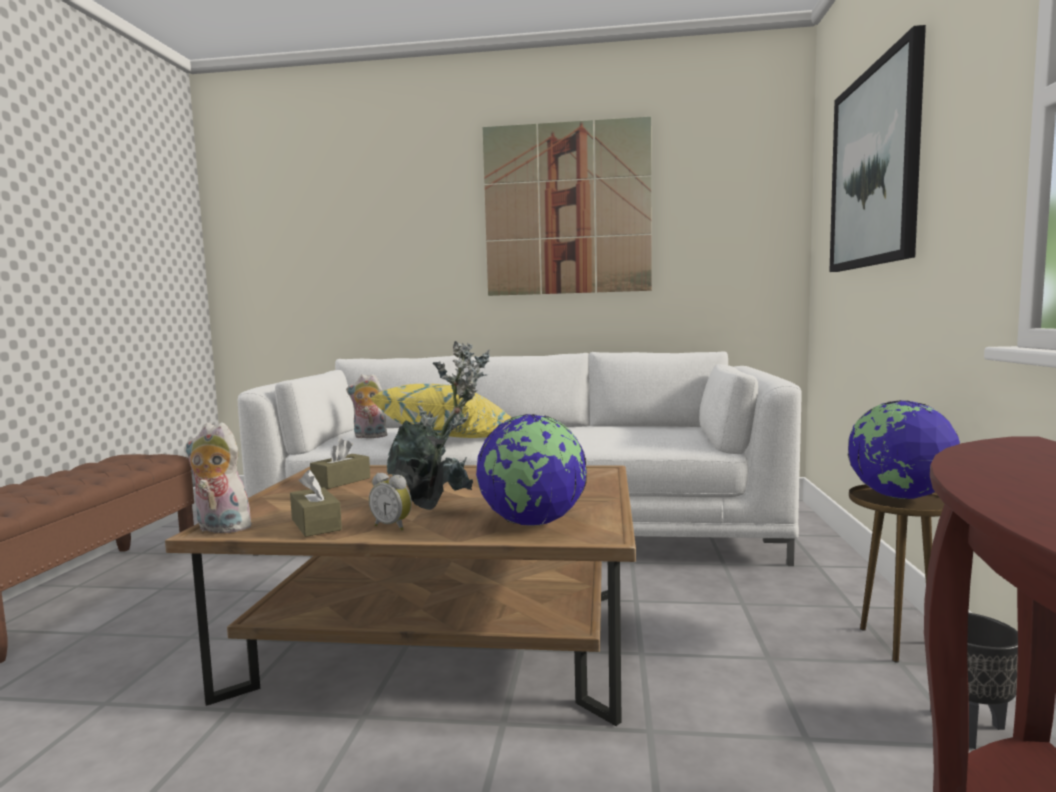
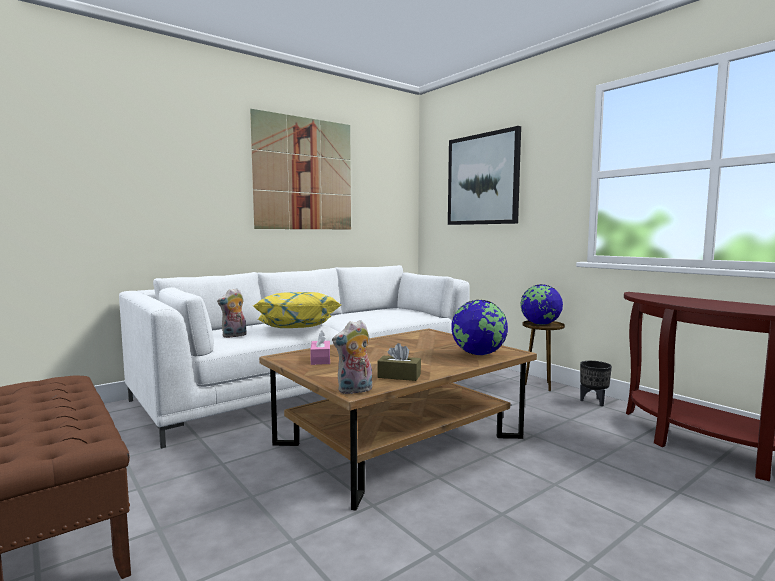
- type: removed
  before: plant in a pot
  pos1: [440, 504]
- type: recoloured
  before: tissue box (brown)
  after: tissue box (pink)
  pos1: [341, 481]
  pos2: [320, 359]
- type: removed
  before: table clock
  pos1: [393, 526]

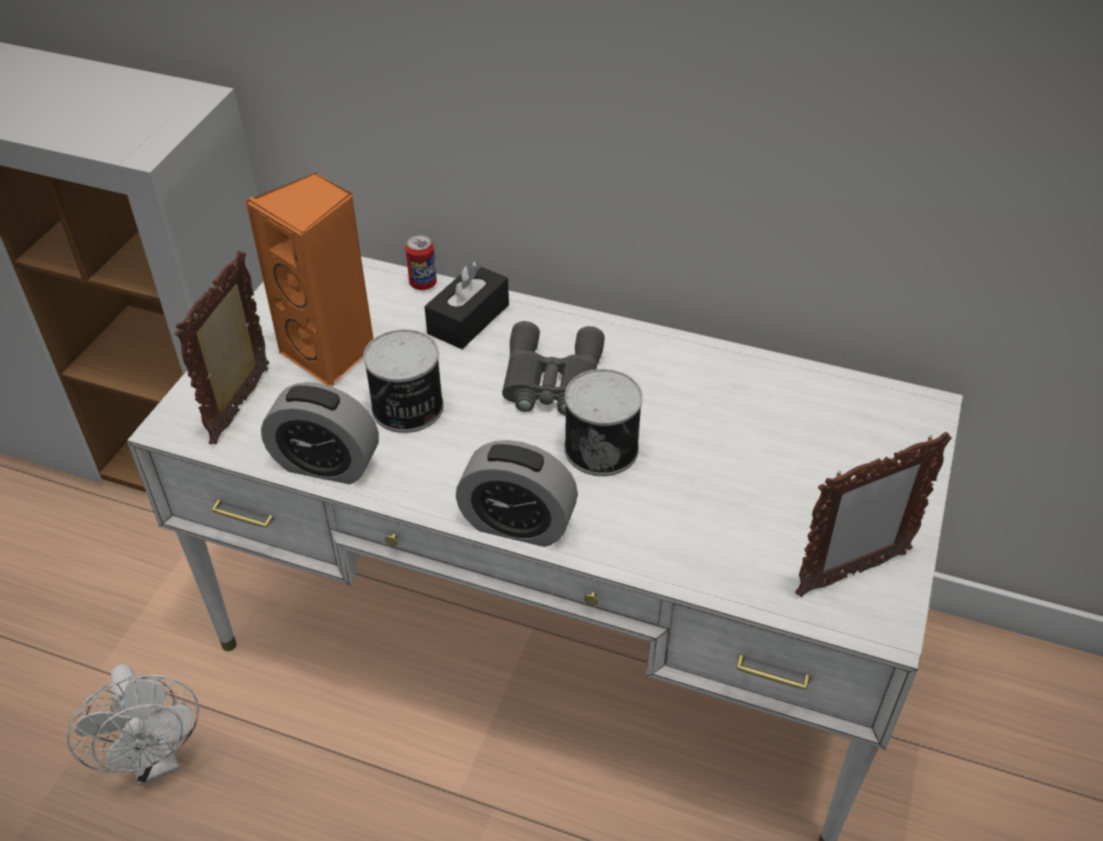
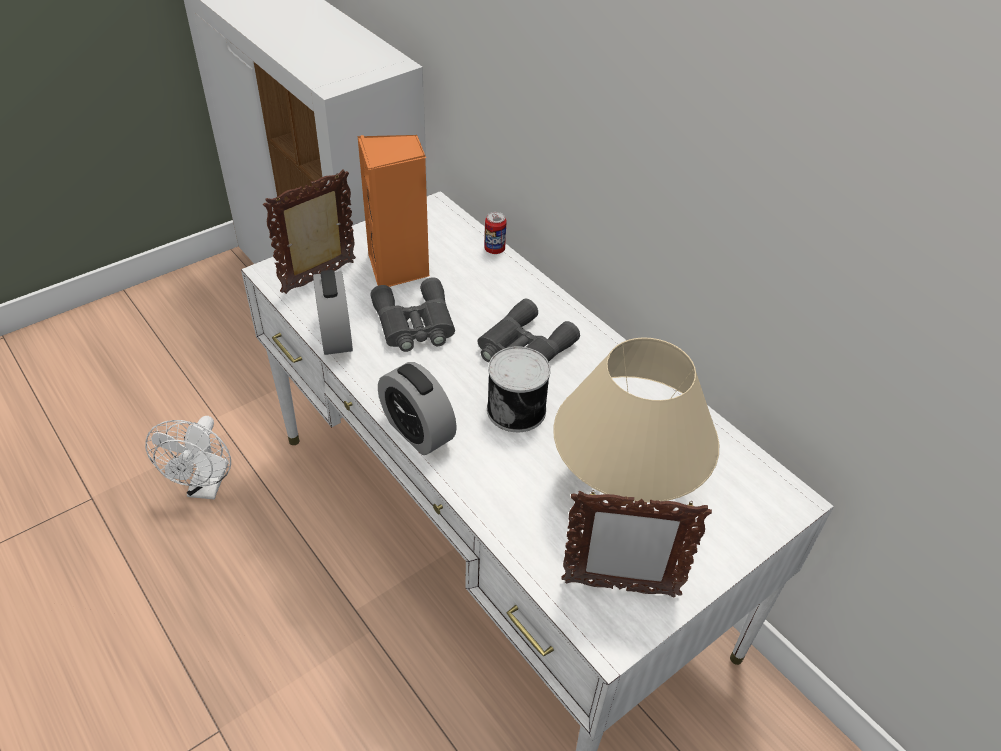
- type: removed
  before: tissue box (blackish)
  pos1: [468, 319]
- type: replaced
  before: metal can
  after: pair of binoculars (greyish)
  pos1: [407, 408]
  pos2: [414, 324]
- type: turned
  before: table clock
  pos1: [326, 464]
  pos2: [336, 336]
  turn: -150
- type: added
  after: table lamp (beige)
  pos2: [623, 490]

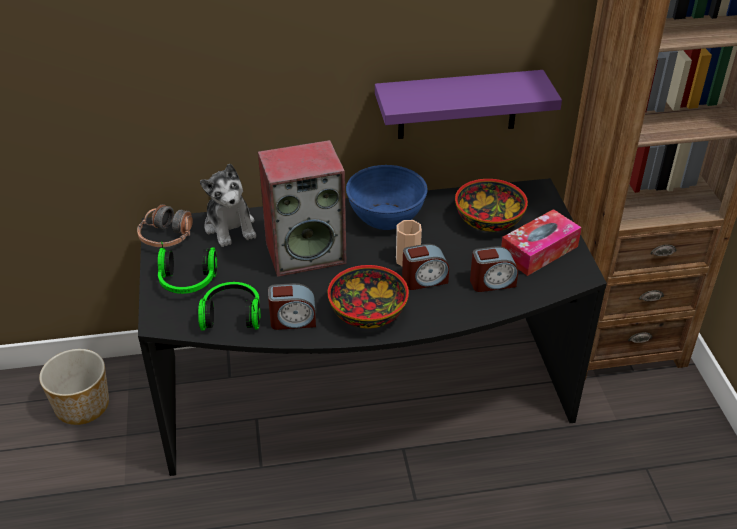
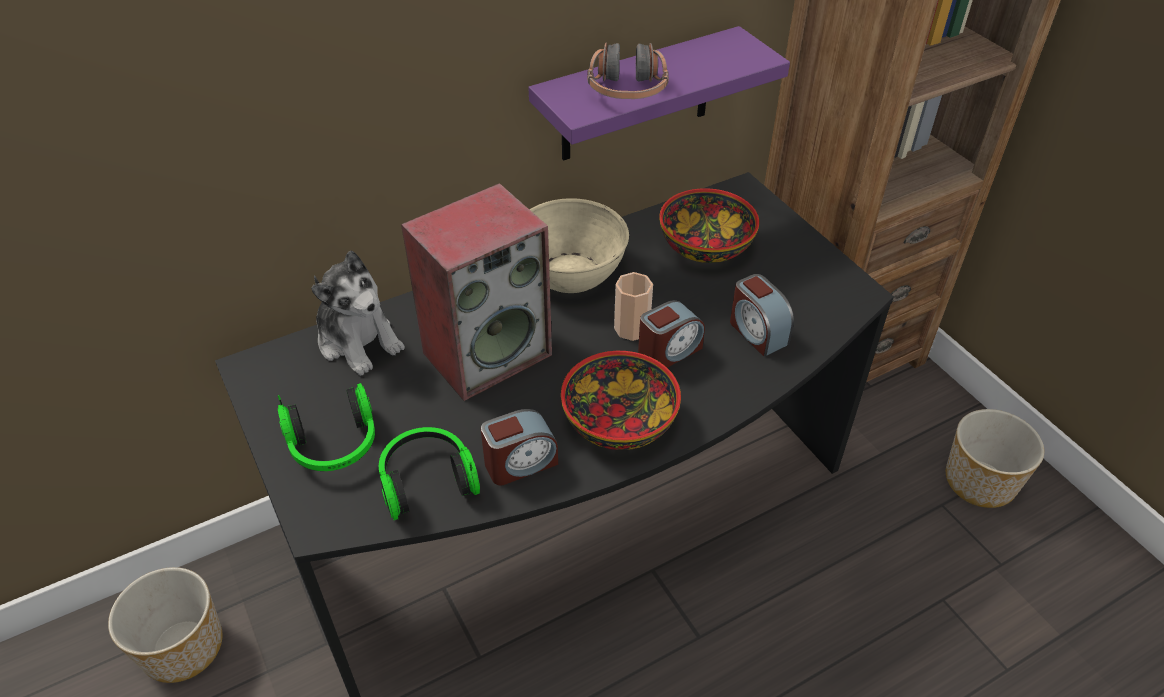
- type: recoloured
  before: serving bowl (blue)
  after: serving bowl (beige)
  pos1: [386, 217]
  pos2: [571, 273]
- type: moved
  before: headset
  pos1: [167, 237]
  pos2: [627, 90]
- type: removed
  before: tissue box
  pos1: [539, 251]
- type: turned
  before: table clock
  pos1: [492, 282]
  pos2: [757, 332]
  turn: 90
- type: added
  after: flower pot
  pos2: [980, 481]

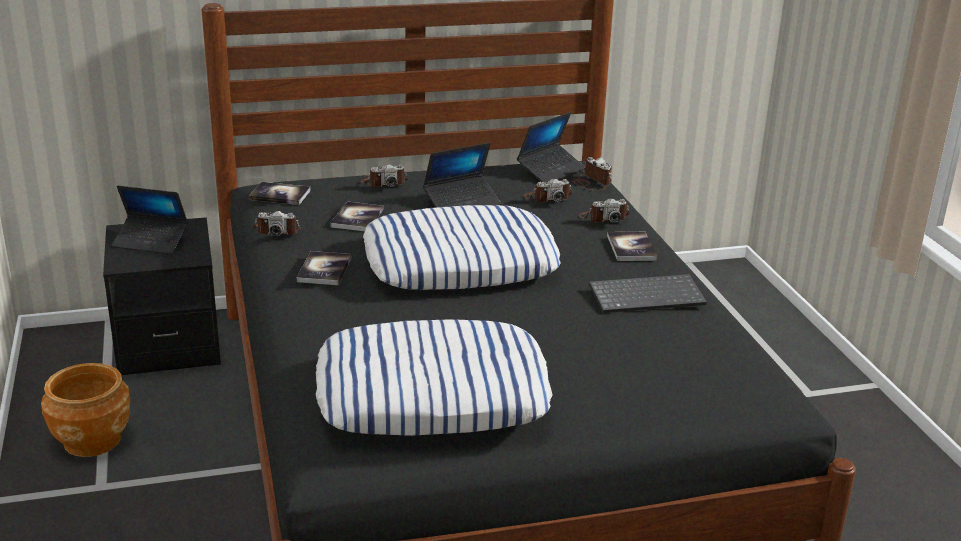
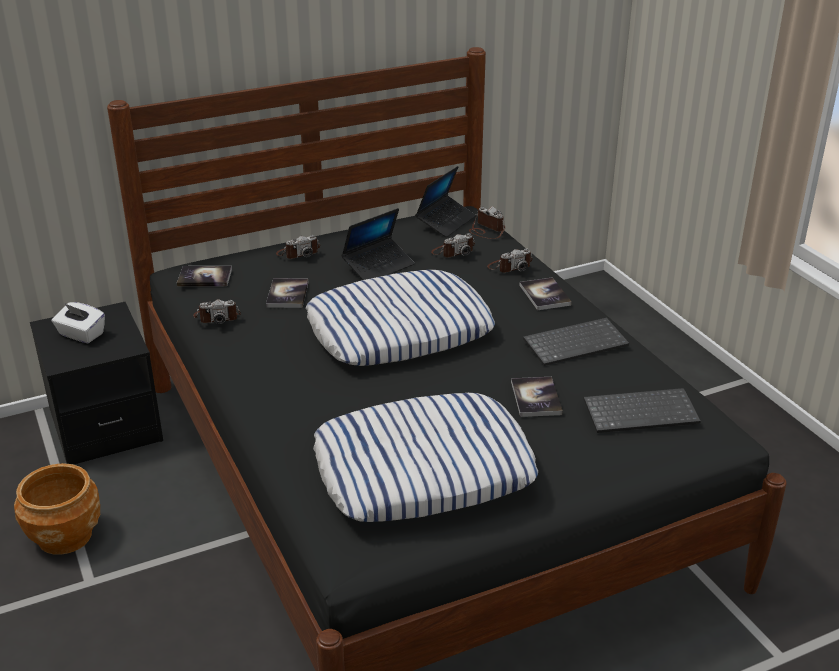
- type: replaced
  before: portable computer
  after: tissue box (white)
  pos1: [151, 242]
  pos2: [81, 335]
- type: moved
  before: volume
  pos1: [324, 270]
  pos2: [536, 398]
- type: added
  after: computer keyboard
  pos2: [641, 412]

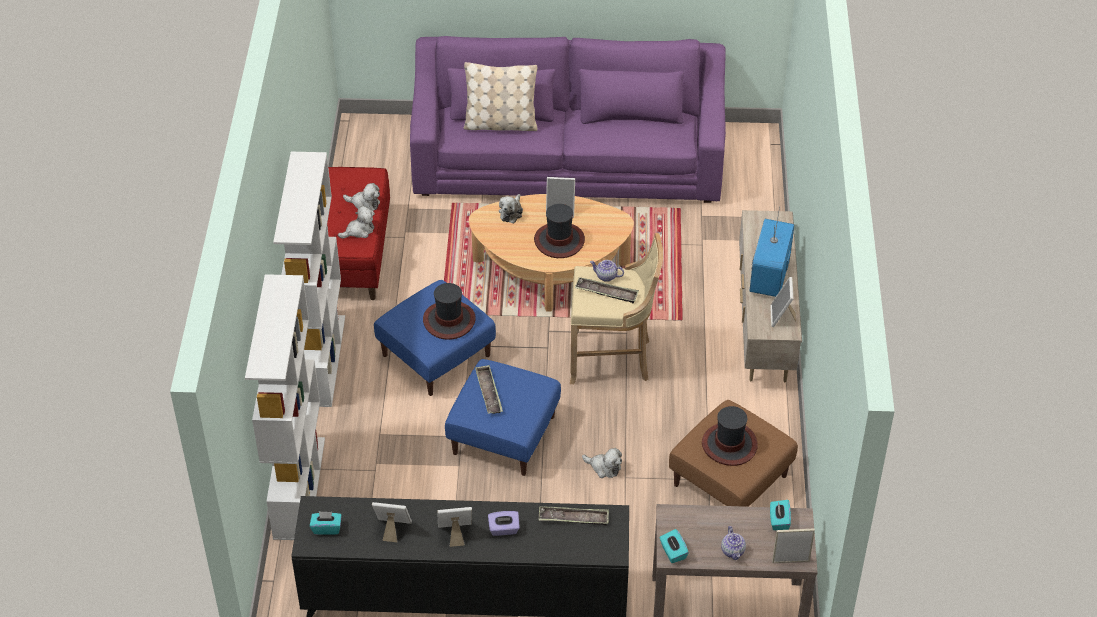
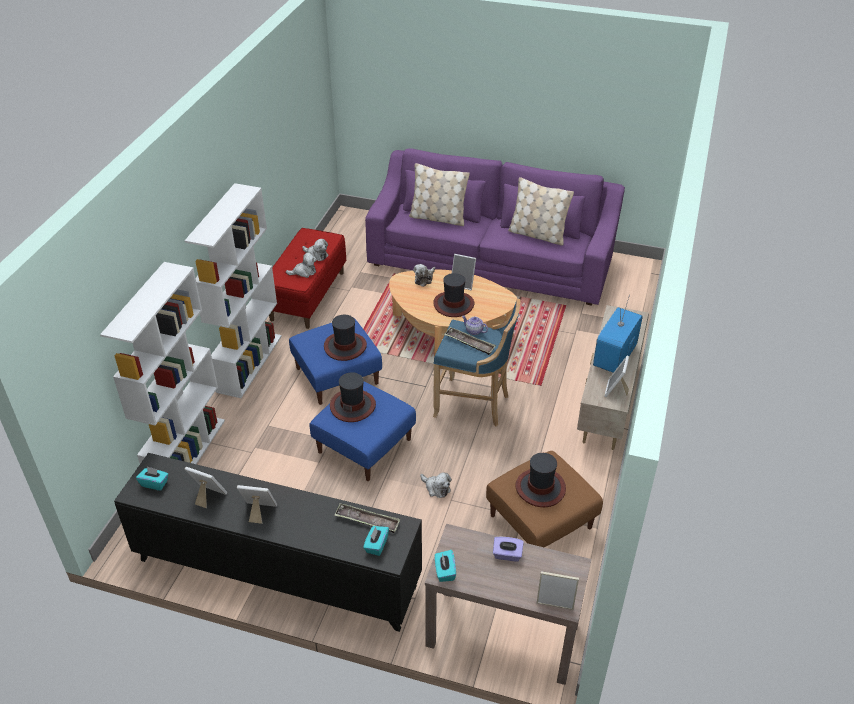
- type: recoloured
  before: sitting stool (beige)
  after: sitting stool (blue)
  pos1: [612, 359]
  pos2: [474, 404]
- type: replaced
  before: carrying tray
  after: hat
  pos1: [488, 392]
  pos2: [353, 406]
- type: moved
  before: tissue box (blue-green)
  pos1: [779, 521]
  pos2: [376, 545]
- type: moved
  before: tissue box (purplish)
  pos1: [504, 529]
  pos2: [507, 555]
- type: removed
  before: tea pot
  pos1: [733, 551]
- type: added
  after: cushion (beige)
  pos2: [537, 234]

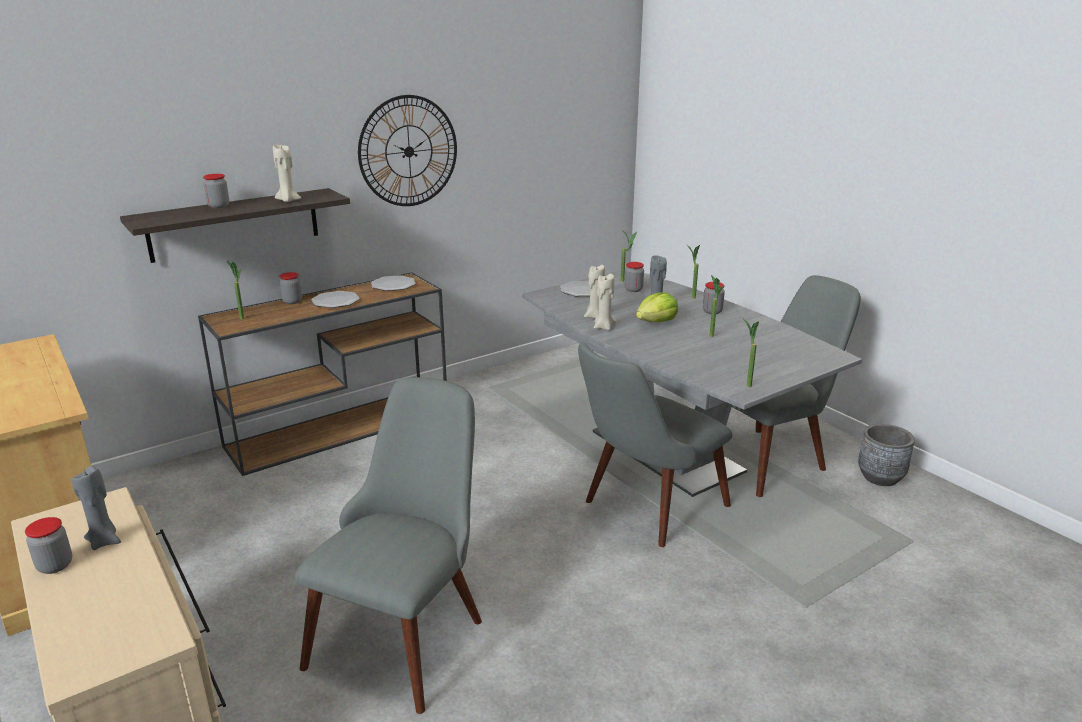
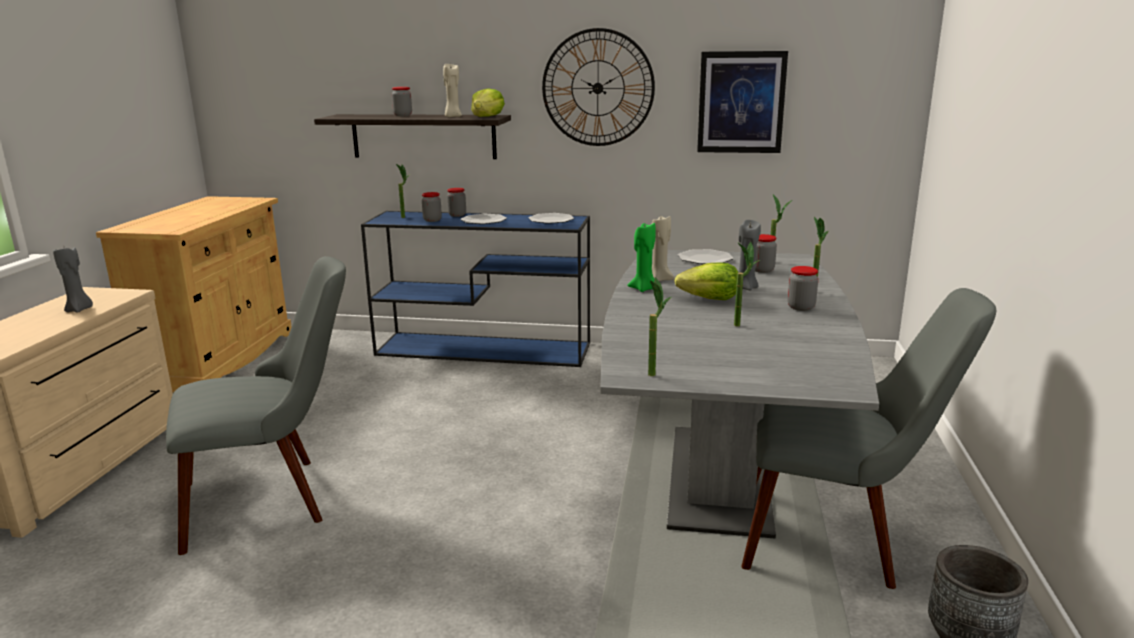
- type: recoloured
  before: narrow table (brown)
  after: narrow table (blue)
  pos1: [341, 428]
  pos2: [485, 349]
- type: recoloured
  before: wax candle (beige)
  after: wax candle (greenish)
  pos1: [603, 327]
  pos2: [643, 288]
- type: removed
  before: chair (greyish)
  pos1: [644, 510]
- type: moved
  before: jar
  pos1: [55, 565]
  pos2: [432, 220]
- type: added
  after: wall art
  pos2: [741, 102]
- type: added
  after: lettuce
  pos2: [487, 117]

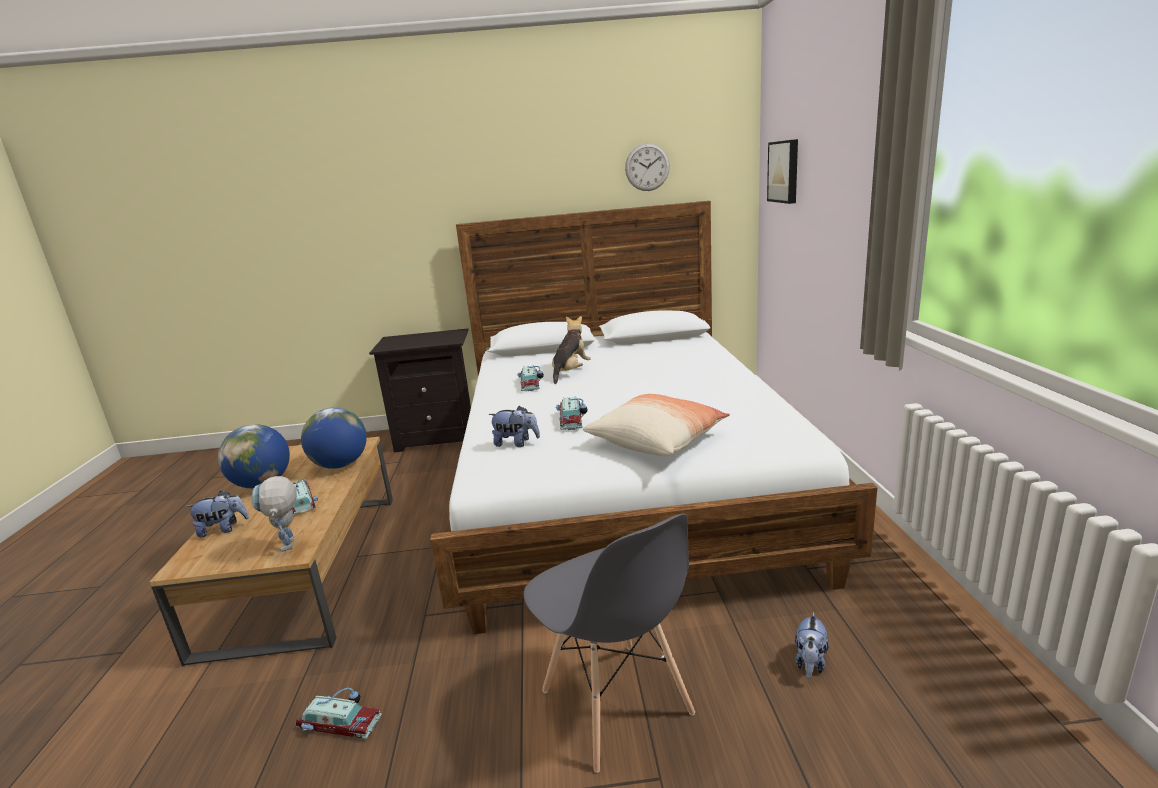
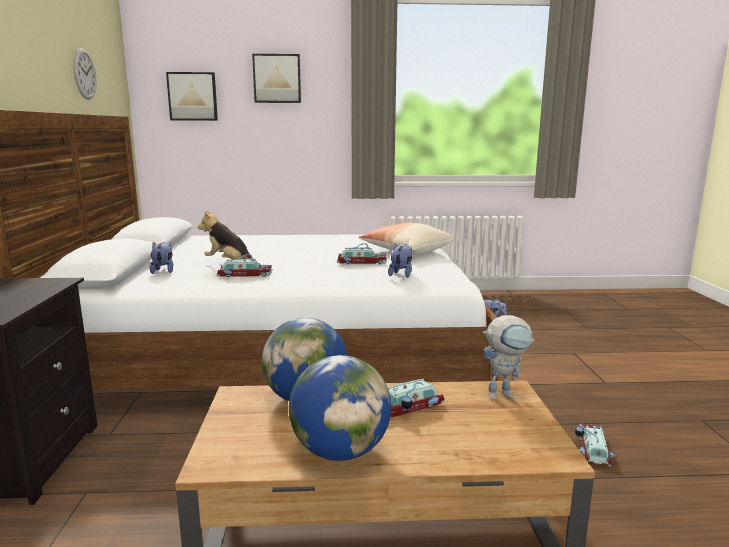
- type: moved
  before: plush toy
  pos1: [223, 529]
  pos2: [163, 271]
- type: removed
  before: chair (greyish)
  pos1: [616, 703]
- type: added
  after: wall art
  pos2: [277, 79]

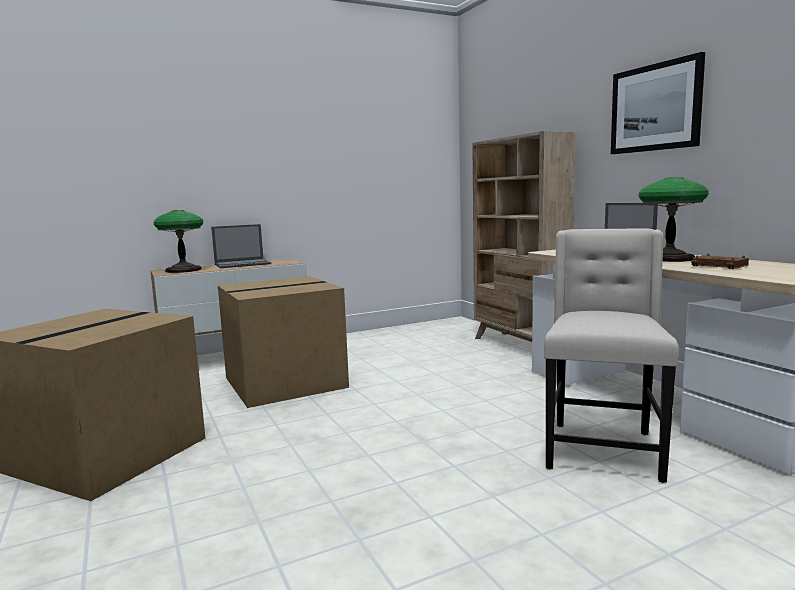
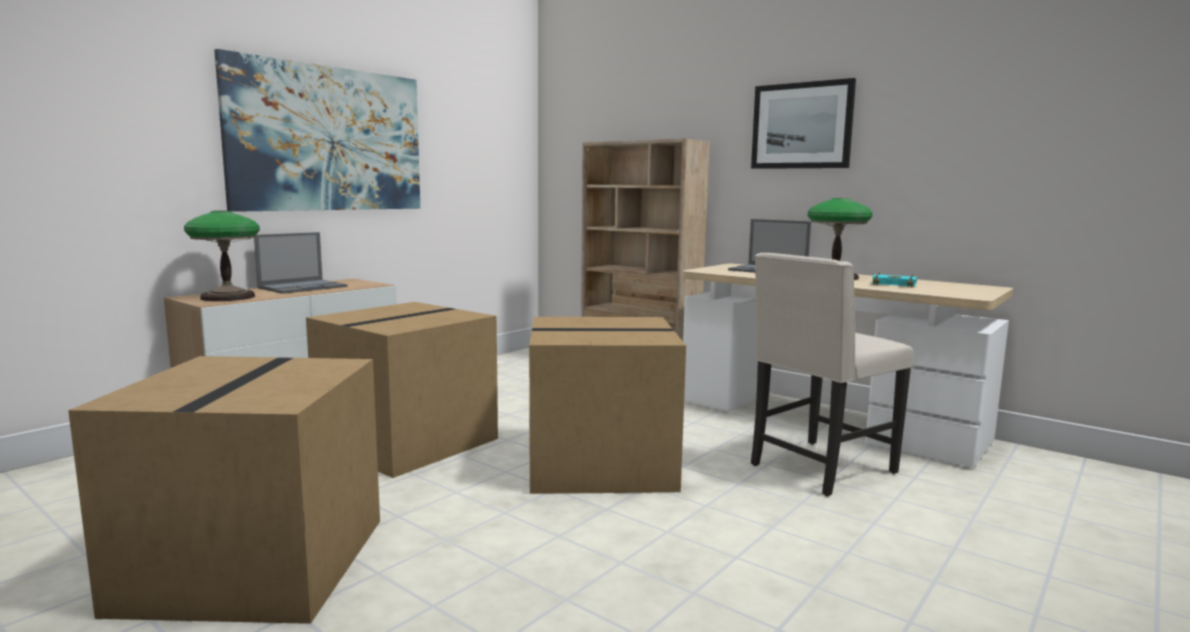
- type: turned
  before: chair (beige)
  pos1: [602, 449]
  pos2: [819, 469]
  turn: -120
- type: recoloured
  before: volume (brown)
  after: volume (blue-green)
  pos1: [721, 266]
  pos2: [895, 284]
- type: added
  after: wall art
  pos2: [328, 139]
- type: added
  after: cardboard box
  pos2: [603, 462]

